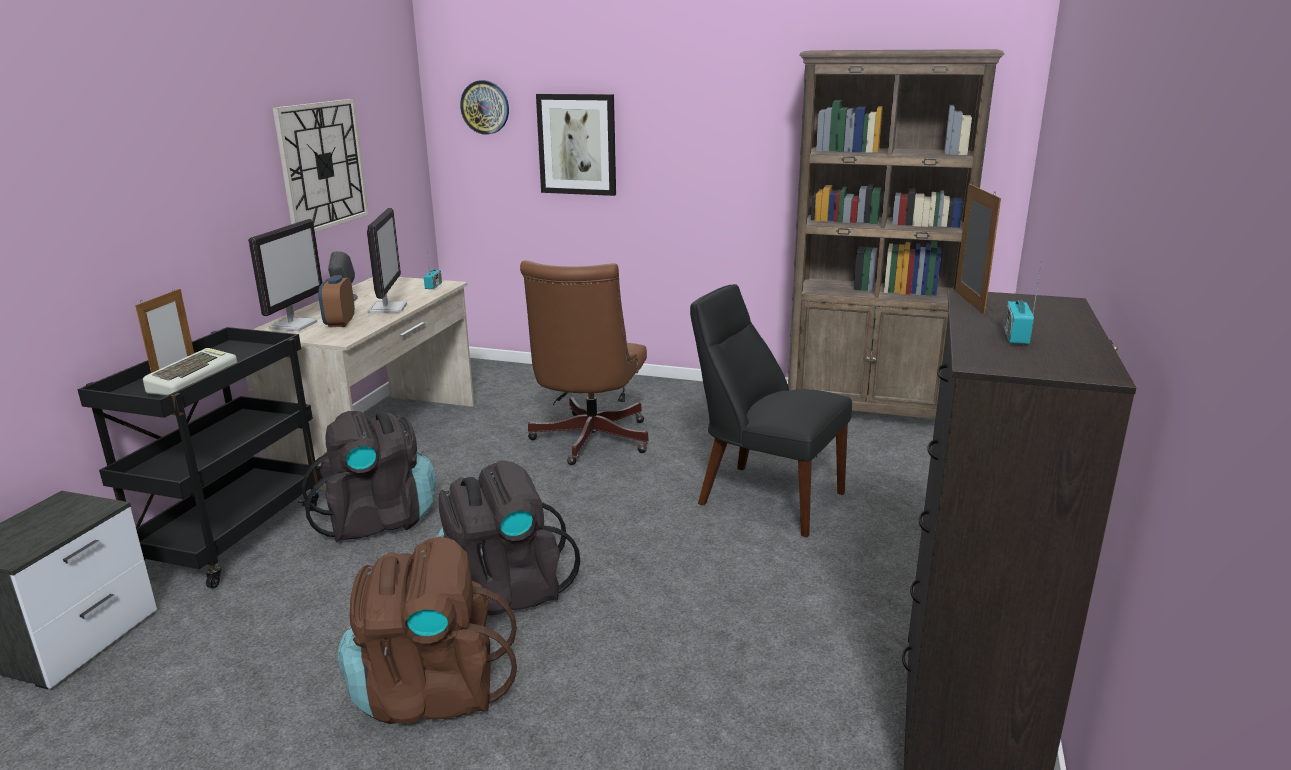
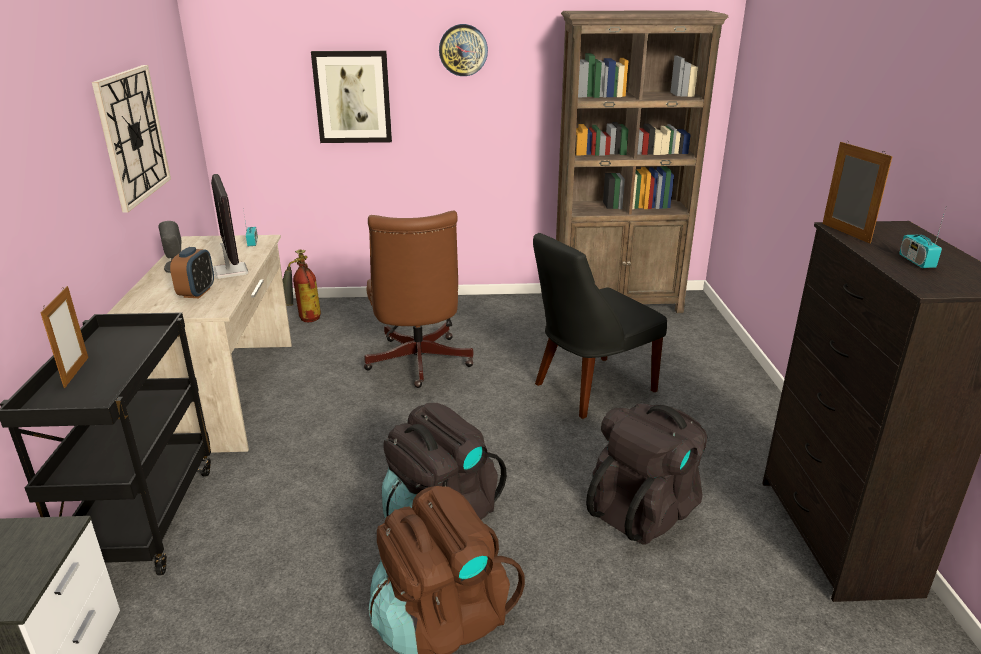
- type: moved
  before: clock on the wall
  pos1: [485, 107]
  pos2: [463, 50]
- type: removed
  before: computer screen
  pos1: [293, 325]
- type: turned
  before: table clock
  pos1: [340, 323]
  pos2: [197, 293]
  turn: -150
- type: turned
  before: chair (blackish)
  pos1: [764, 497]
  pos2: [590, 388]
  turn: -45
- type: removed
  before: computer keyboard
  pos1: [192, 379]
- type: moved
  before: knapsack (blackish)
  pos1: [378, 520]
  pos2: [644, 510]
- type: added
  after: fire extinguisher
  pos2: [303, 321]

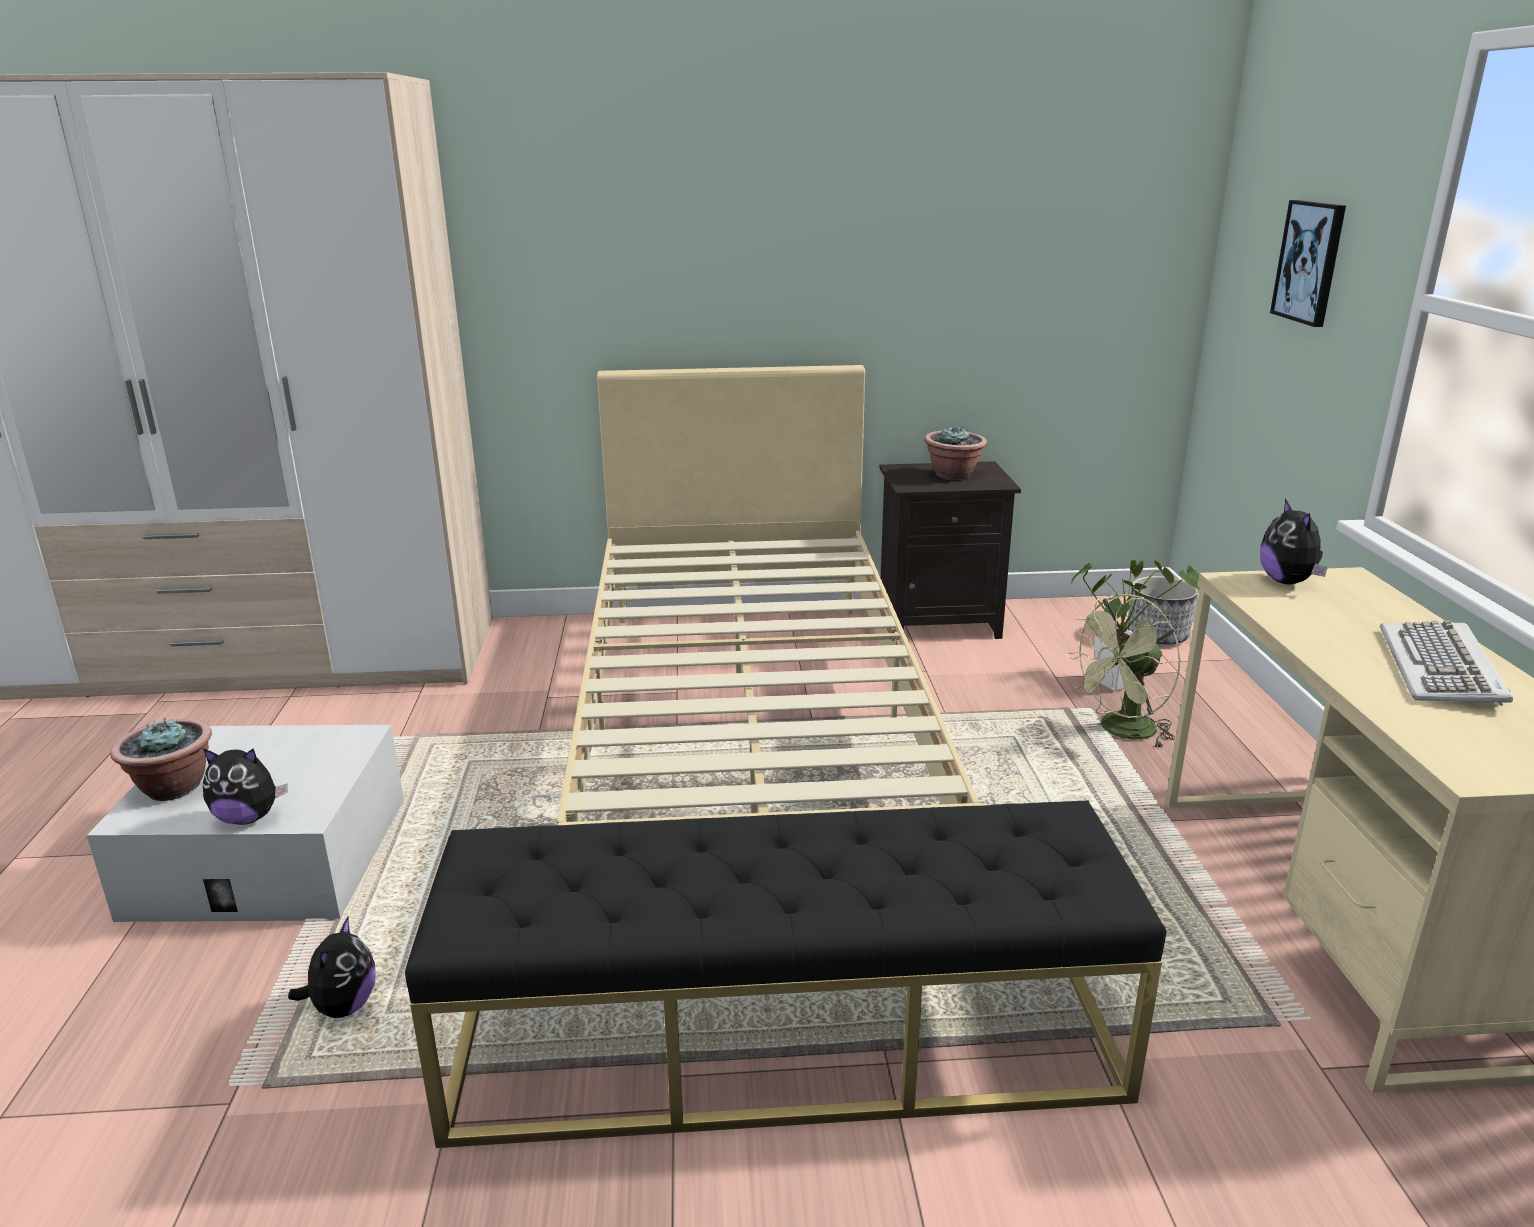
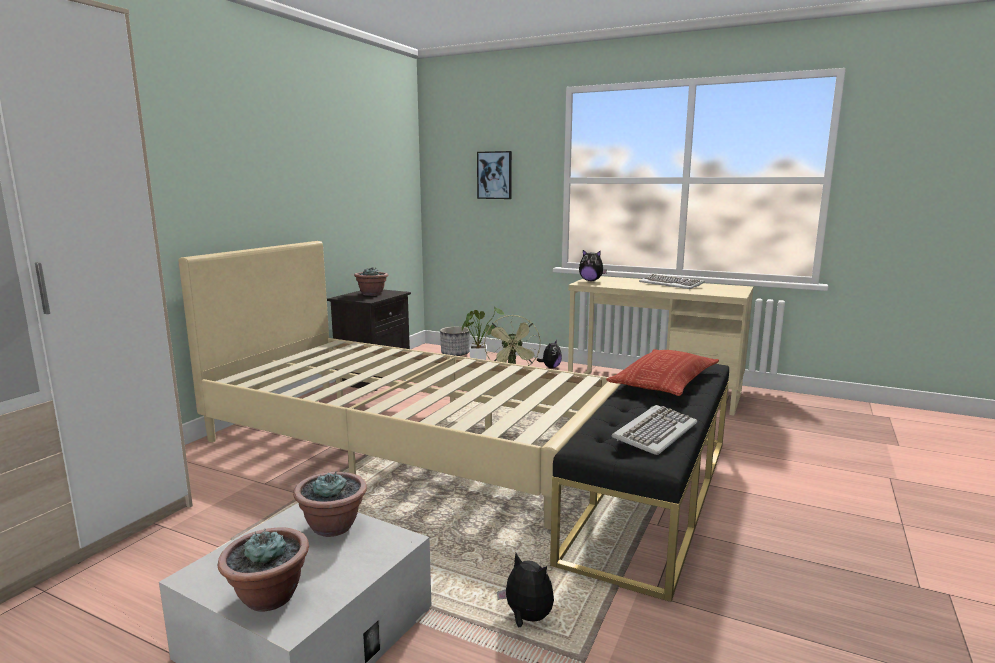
- type: moved
  before: plush toy
  pos1: [248, 818]
  pos2: [550, 367]
- type: added
  after: cushion
  pos2: [664, 381]
- type: added
  after: computer keyboard
  pos2: [654, 433]
- type: added
  after: plant in a pot
  pos2: [333, 526]

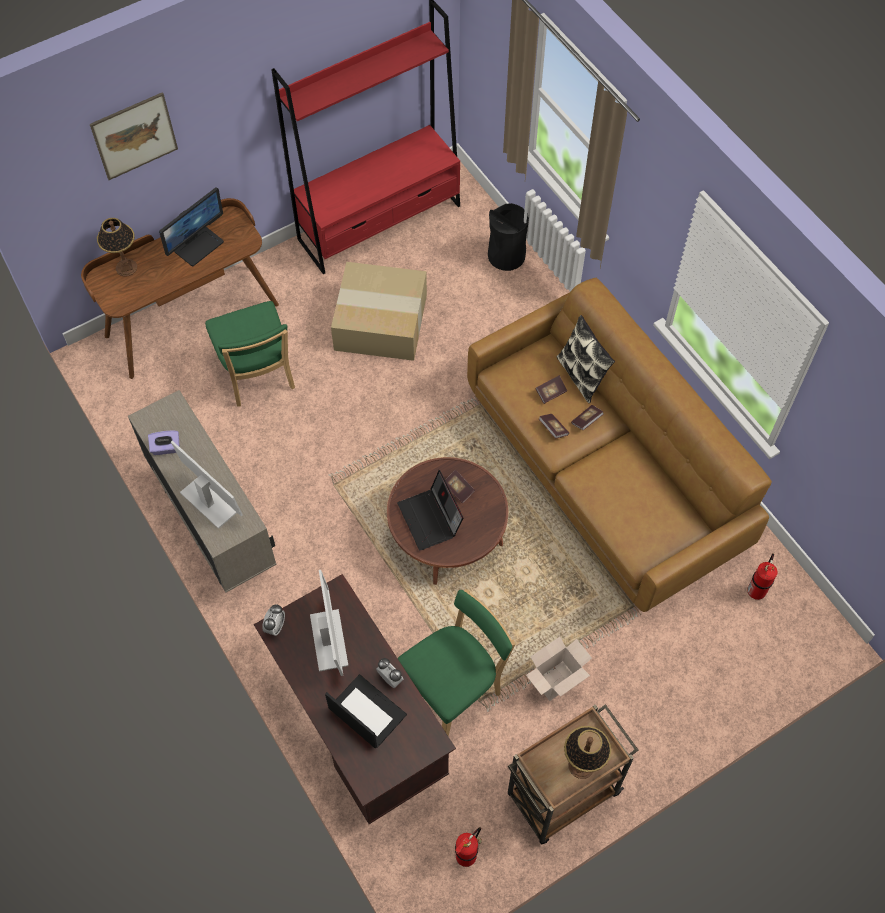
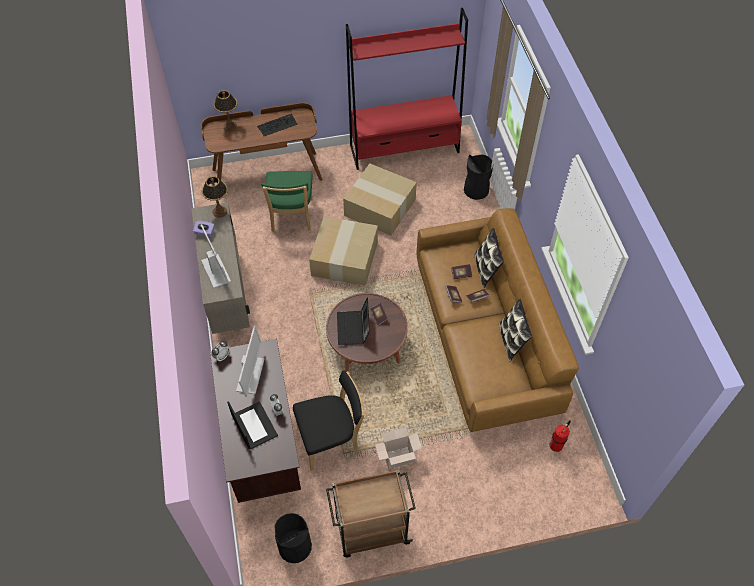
- type: removed
  before: wall art
  pos1: [134, 136]
- type: replaced
  before: computer screen
  after: computer keyboard
  pos1: [198, 246]
  pos2: [277, 125]
- type: recoloured
  before: chair (greenish)
  after: chair (blackish)
  pos1: [455, 688]
  pos2: [331, 440]
- type: moved
  before: table lamp
  pos1: [582, 765]
  pos2: [220, 212]
- type: replaced
  before: fire extinguisher
  after: rubbish bin (blackish)
  pos1: [467, 855]
  pos2: [295, 546]
- type: added
  after: cardboard box
  pos2: [344, 258]
- type: added
  after: cushion
  pos2: [511, 341]

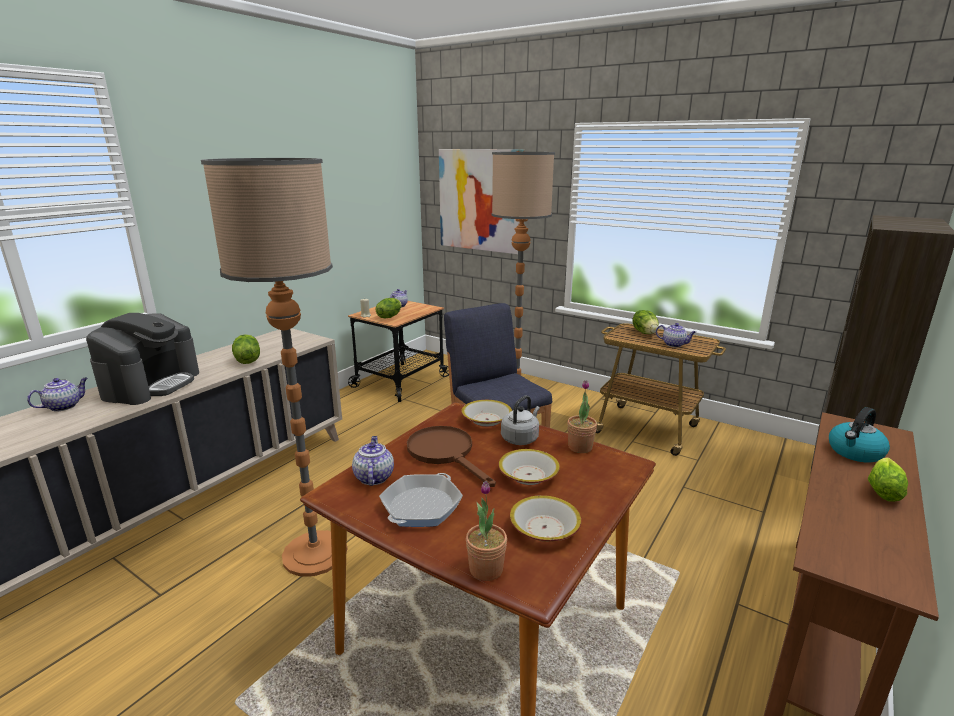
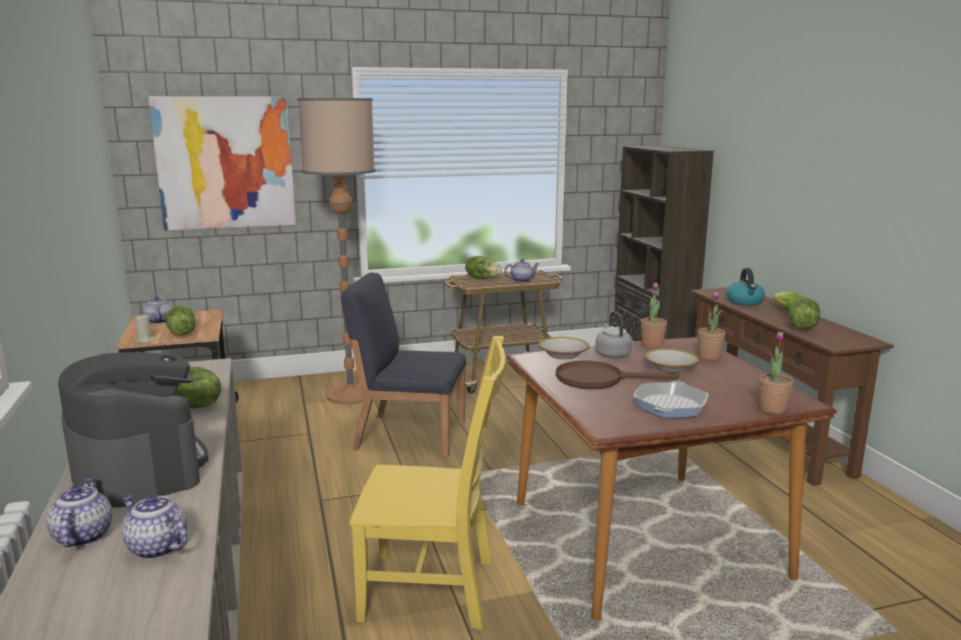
- type: replaced
  before: floor lamp
  after: chair (yellowish)
  pos1: [315, 554]
  pos2: [435, 590]
- type: moved
  before: tea pot
  pos1: [373, 477]
  pos2: [156, 548]
- type: turned
  before: frying pan
  pos1: [421, 506]
  pos2: [670, 406]
  turn: 45
- type: removed
  before: serving bowl
  pos1: [544, 528]
- type: added
  after: plant in a pot
  pos2: [709, 356]
- type: added
  after: lettuce
  pos2: [801, 327]

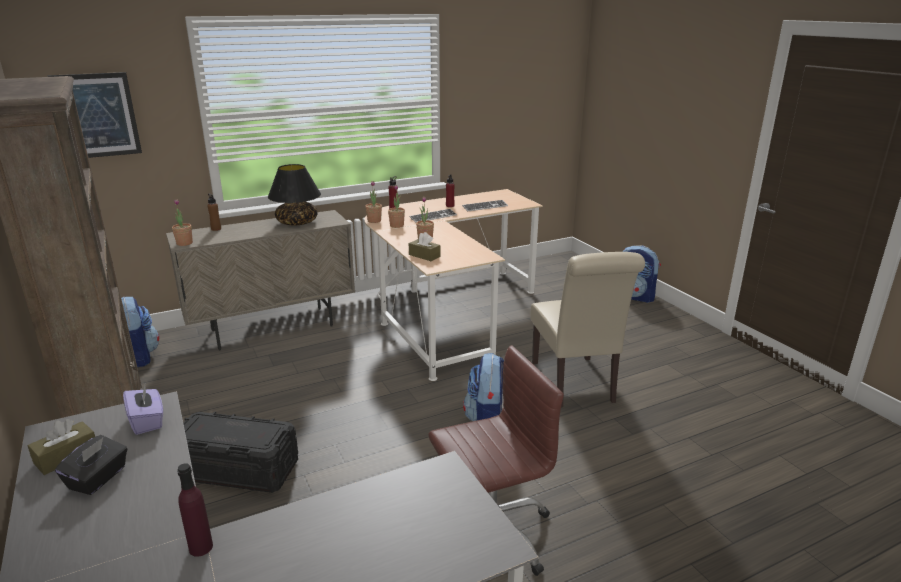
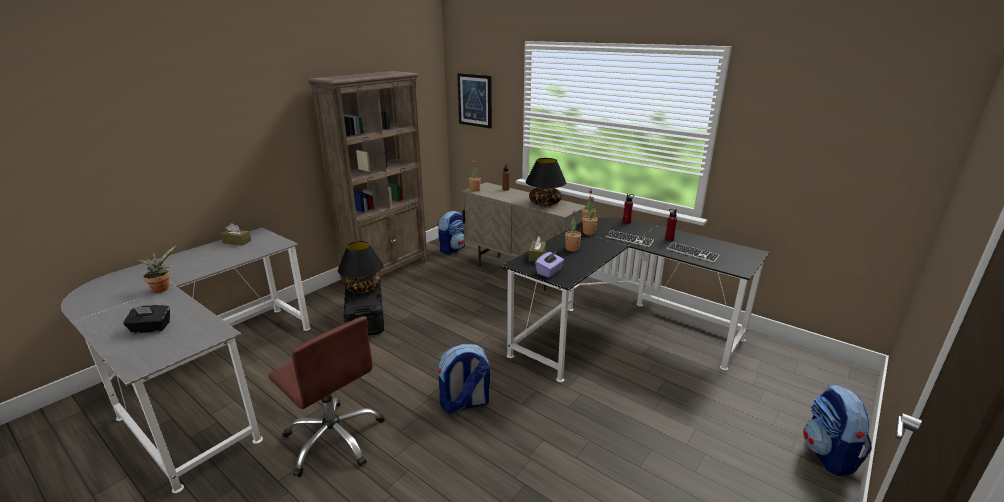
- type: recoloured
  before: desk unit (beige)
  after: desk unit (blackish)
  pos1: [447, 313]
  pos2: [619, 332]
- type: removed
  before: chair (beige)
  pos1: [575, 384]
- type: moved
  before: tissue box (purplish)
  pos1: [147, 421]
  pos2: [549, 272]
- type: moved
  before: tissue box (blackish)
  pos1: [98, 478]
  pos2: [151, 328]
- type: replaced
  before: drink bottle (purplish)
  after: plant in a pot
  pos1: [201, 547]
  pos2: [162, 288]
- type: added
  after: table lamp (blackish)
  pos2: [363, 289]

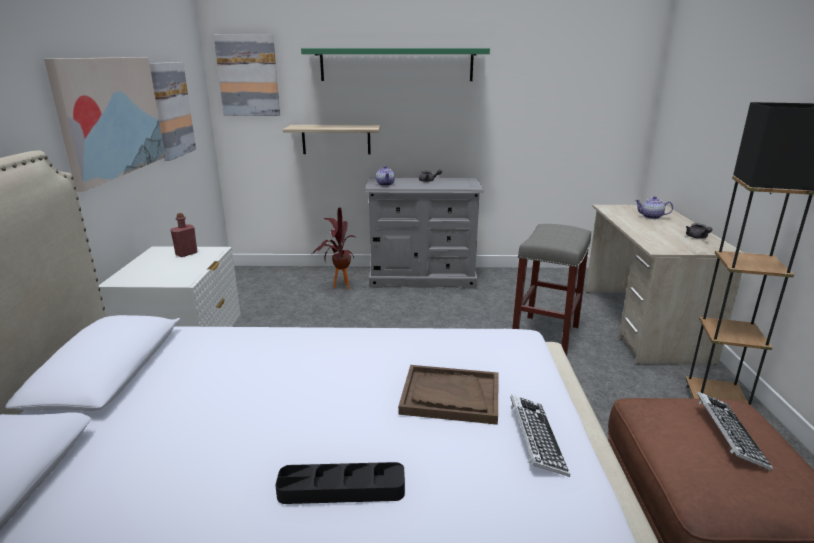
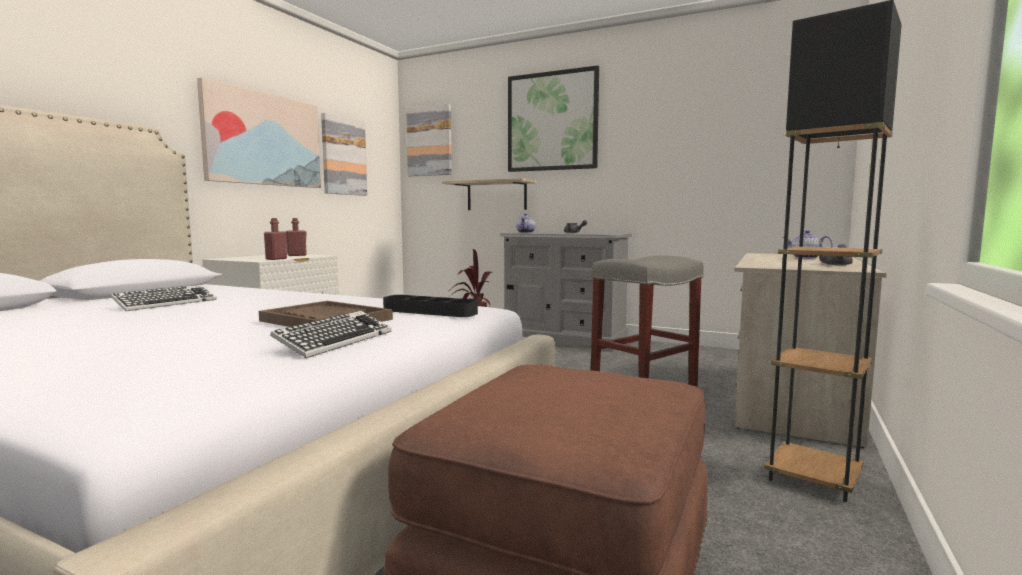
- type: replaced
  before: wall shelf (greenish)
  after: wall art
  pos1: [396, 64]
  pos2: [552, 121]
- type: moved
  before: computer keyboard
  pos1: [729, 434]
  pos2: [166, 303]
- type: moved
  before: carrying tray (blackish)
  pos1: [341, 489]
  pos2: [429, 311]
- type: added
  after: drink bottle (reddish)
  pos2: [276, 259]

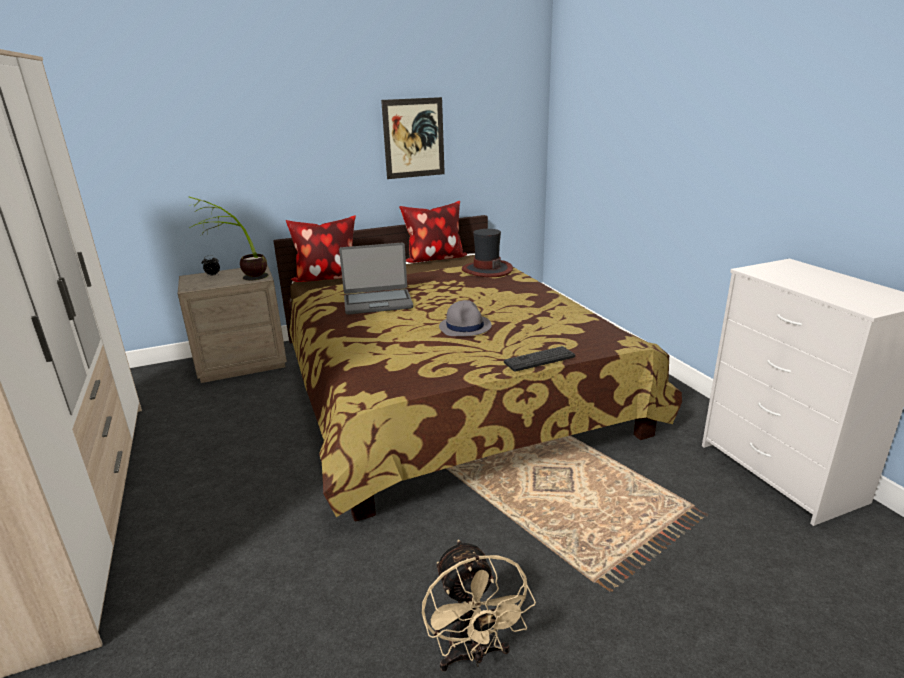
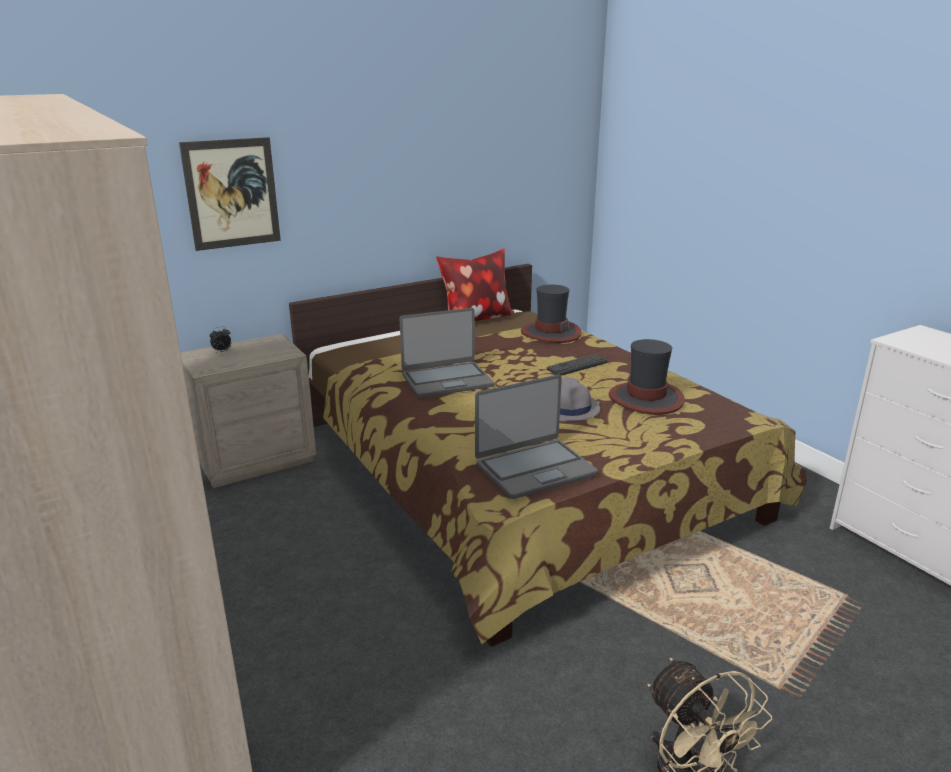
- type: moved
  before: wall art
  pos1: [414, 138]
  pos2: [232, 193]
- type: removed
  before: plant in a pot
  pos1: [240, 279]
- type: removed
  before: cushion
  pos1: [327, 278]
- type: moved
  before: computer keyboard
  pos1: [539, 359]
  pos2: [577, 366]
- type: added
  after: hat
  pos2: [646, 399]
- type: added
  after: portable computer
  pos2: [534, 469]

